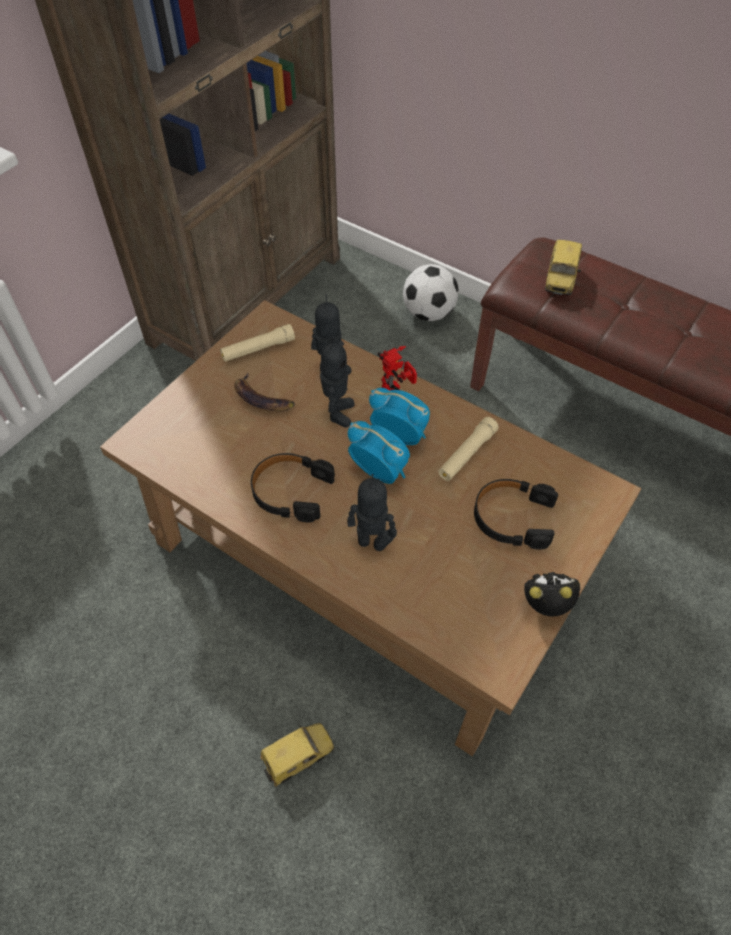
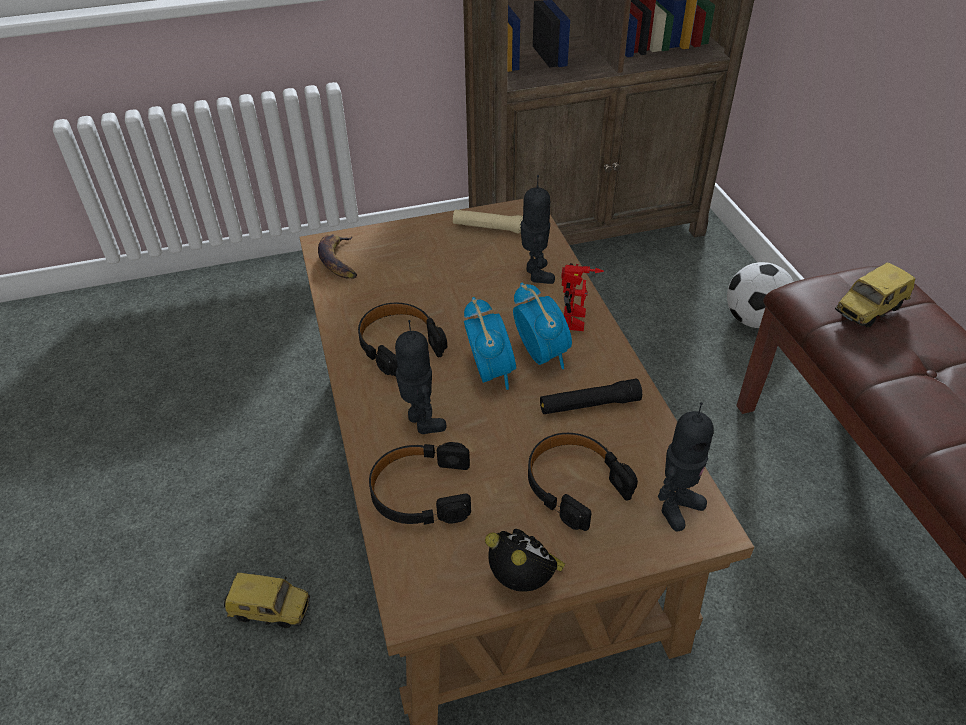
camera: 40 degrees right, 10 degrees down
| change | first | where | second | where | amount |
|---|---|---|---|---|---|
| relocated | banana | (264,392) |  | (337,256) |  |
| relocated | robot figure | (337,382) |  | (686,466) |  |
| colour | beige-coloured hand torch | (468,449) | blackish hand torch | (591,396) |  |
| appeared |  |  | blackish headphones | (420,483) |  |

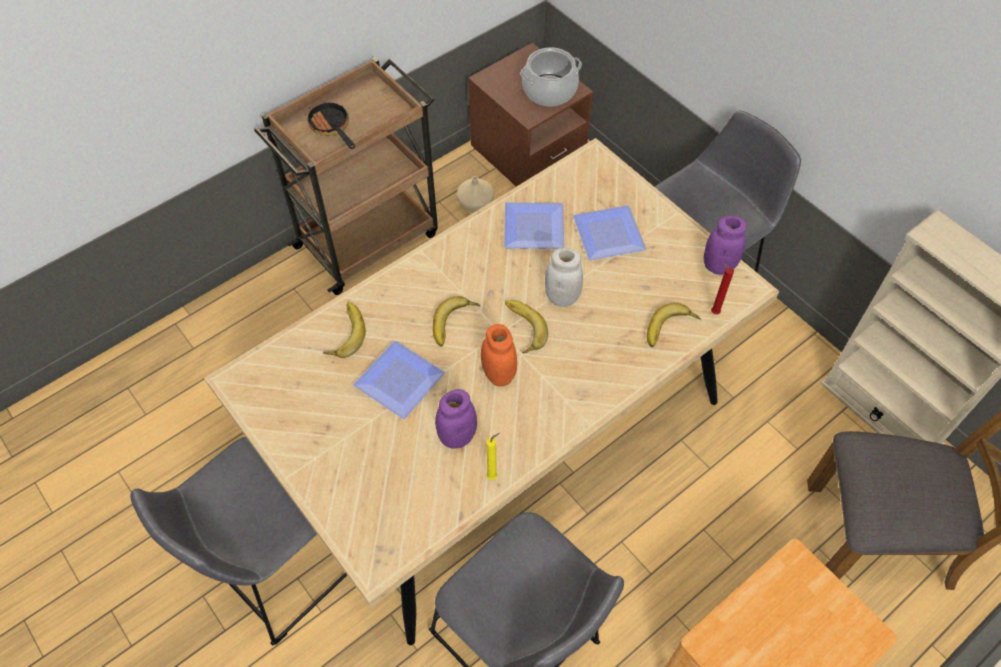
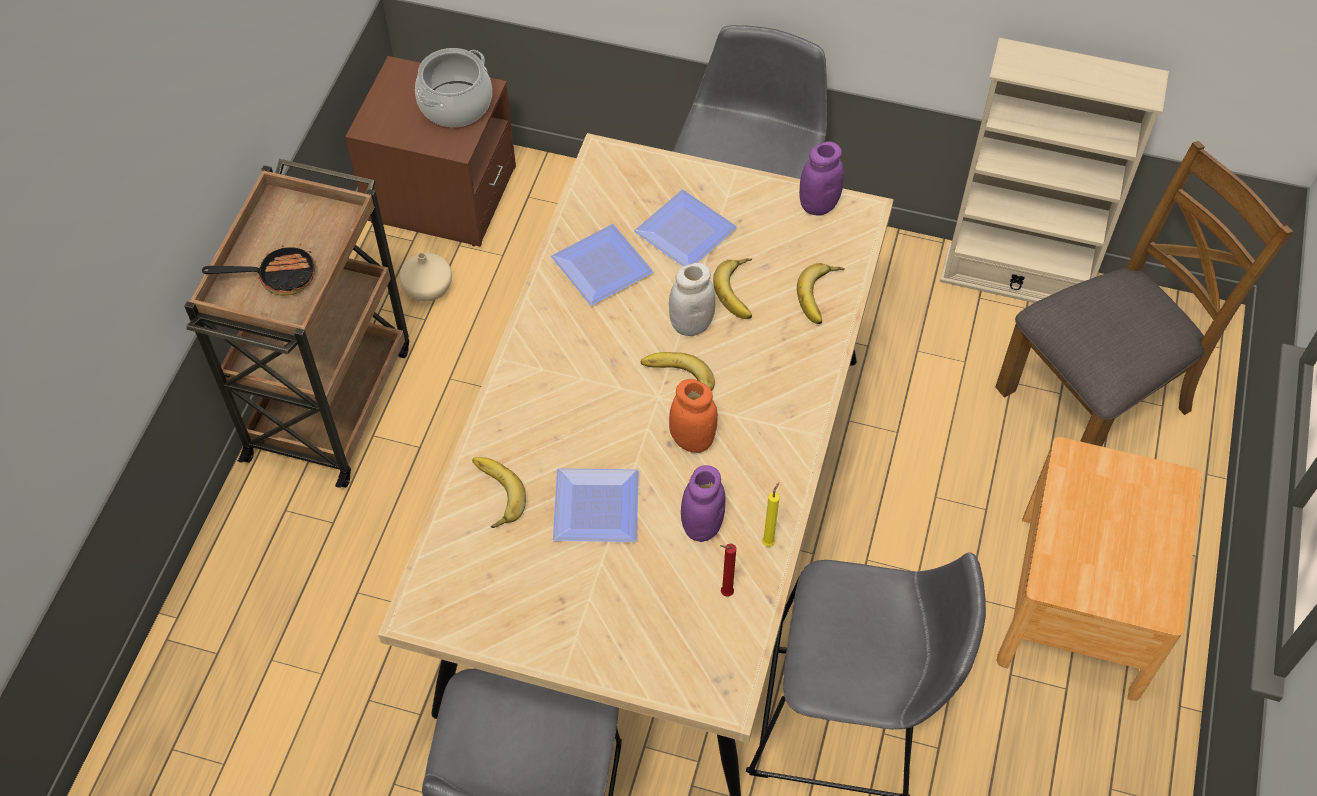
camera: 35 degrees left, 0 degrees up
| change | first | where | second | where | amount |
|---|---|---|---|---|---|
| spun | frying pan | (330,125) |  | (258,270) | 150 degrees clockwise |
| relocated | banana | (456,321) |  | (732,288) |  |
| relocated | red wax candle | (722,288) |  | (728,570) |  |

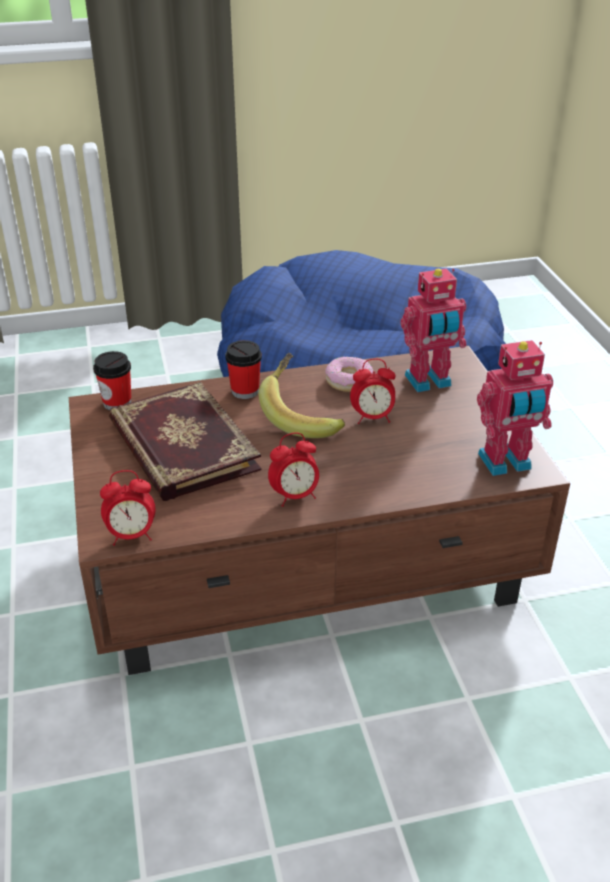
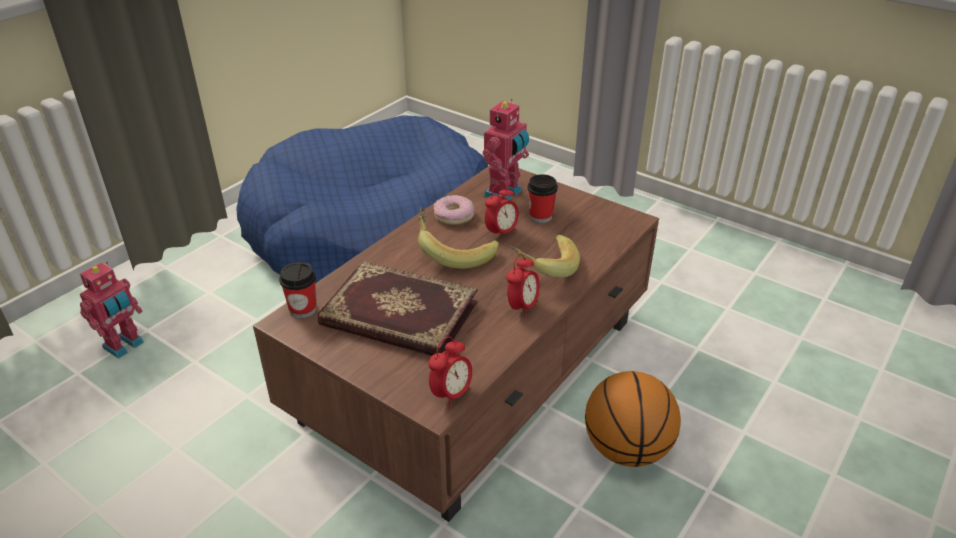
camera: 40 degrees left, 0 degrees up
| change | first | where | second | where | amount |
|---|---|---|---|---|---|
| relocated | drinking cup | (243,369) |  | (543,198) |  |
| relocated | robot figure | (515,408) |  | (112,310) |  |
| appeared |  |  | banana | (544,256) |  |
| appeared |  |  | basketball ball | (633,419) |  |

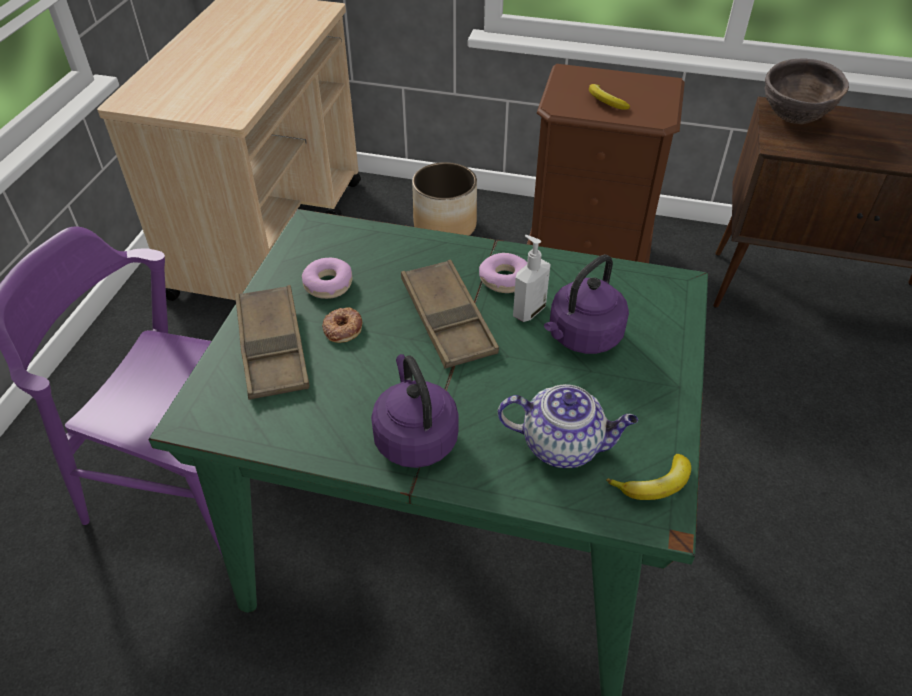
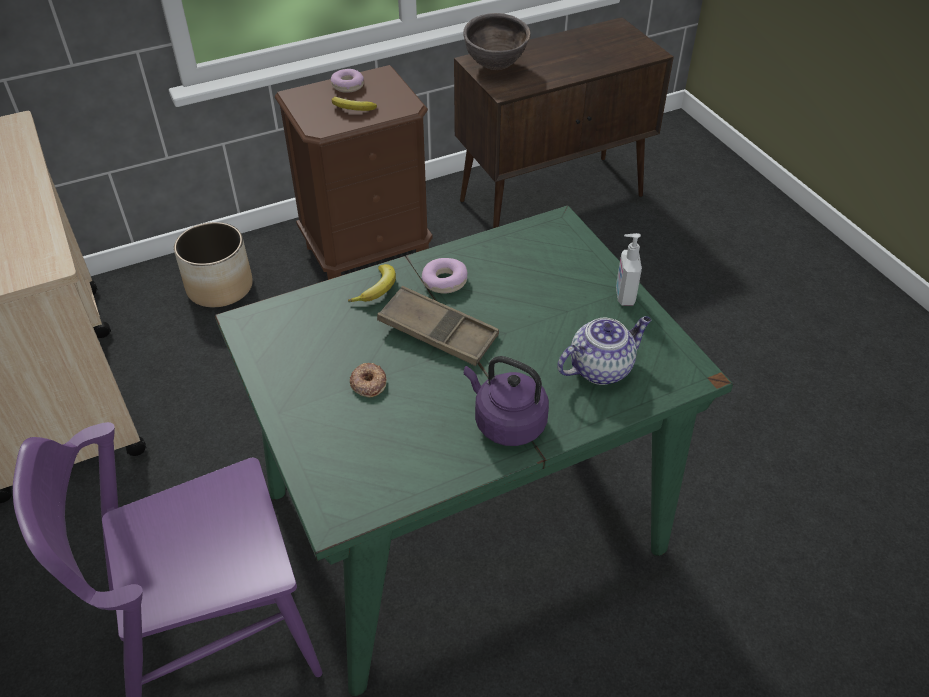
camera: 40 degrees left, 0 degrees up
| change | first | where | second | where | amount |
|---|---|---|---|---|---|
| missing | brown carrying tray | (272,342) |  |  |  |
| relocated | donut | (327,278) |  | (347,81) |  |
| relocated | soap bottle | (532,278) |  | (629,269) |  |
| missing | purple-coloured kettle | (586,304) |  |  |  |
| relocated | banana | (648,477) |  | (372,283) |  |

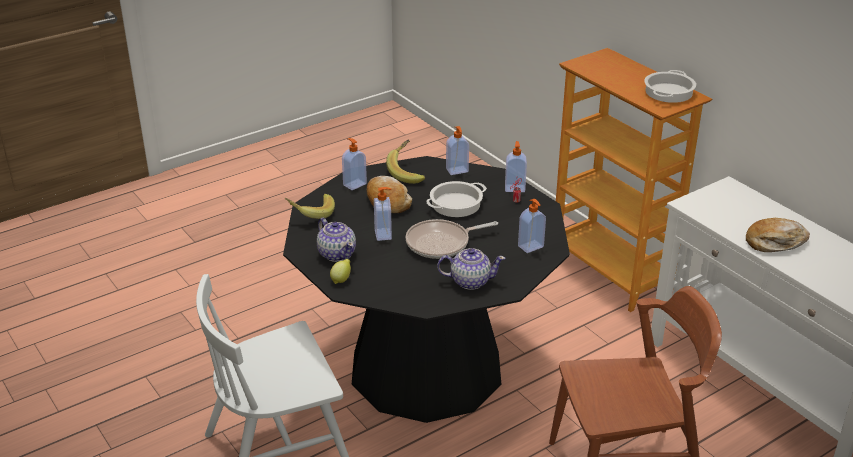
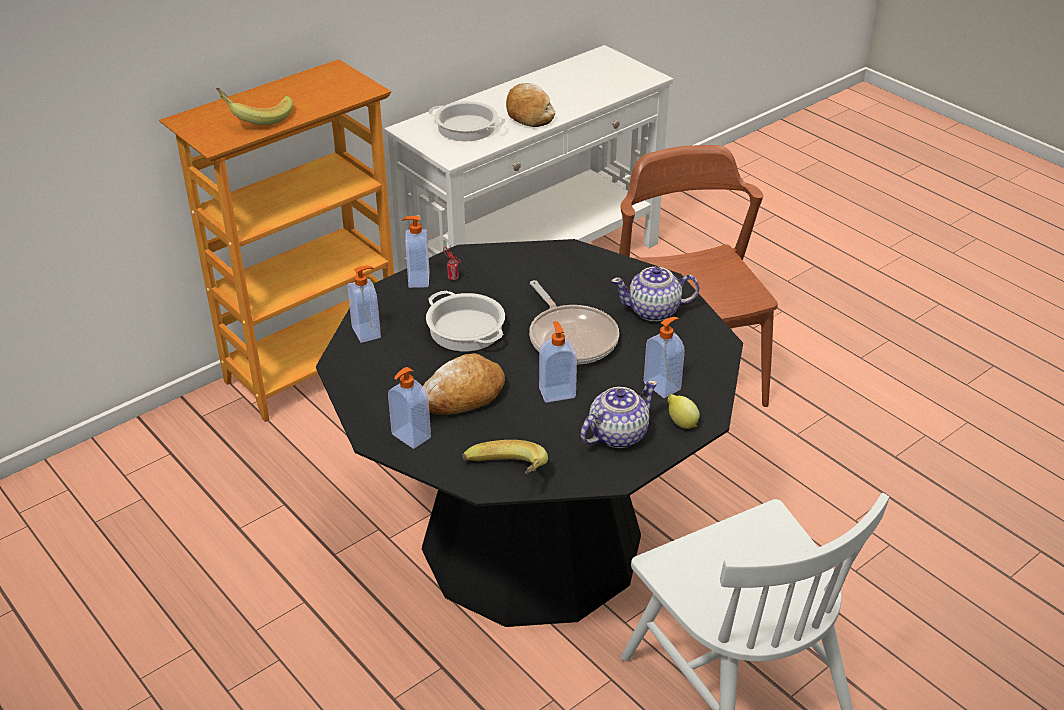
camera: 95 degrees left, 5 degrees up
| change | first | where | second | where | amount |
|---|---|---|---|---|---|
| relocated | banana | (405,162) |  | (254,106) |  |
| spun | pot for tea | (471,269) |  | (655,294) | 90 degrees counterclockwise |
| relocated | soap bottle | (532,226) |  | (664,357) |  |
| relocated | stockpot | (670,86) |  | (467,121) |  |

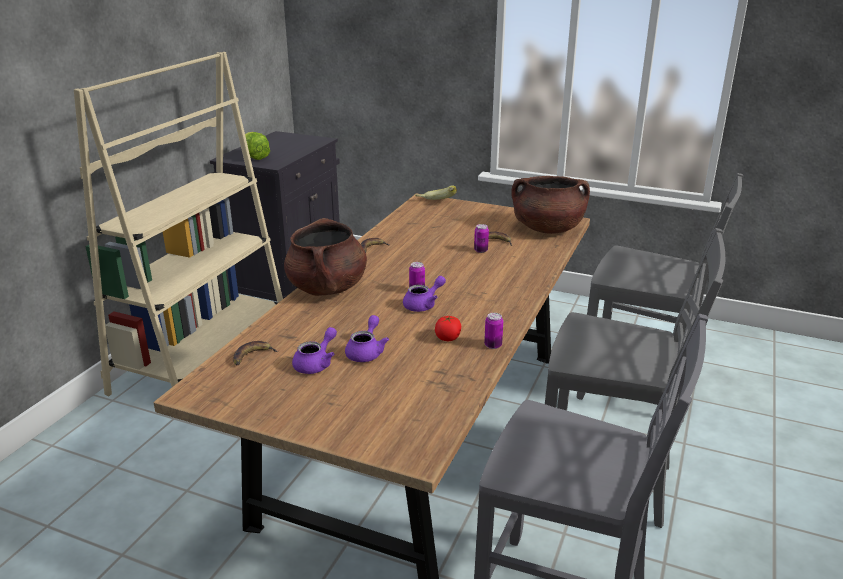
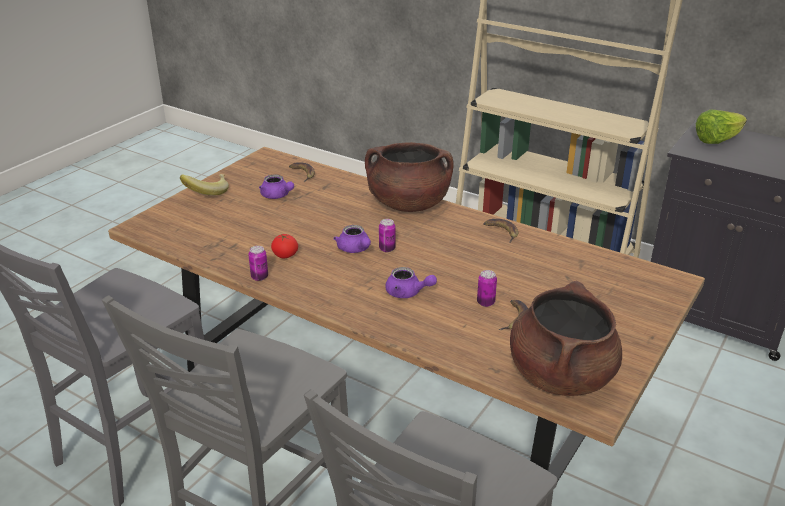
camera: 100 degrees right, 5 degrees up
| change | first | where | second | where | amount |
|---|---|---|---|---|---|
| relocated | purple-coloured pot for tea | (367,338) |  | (411,282) |  |
| relocated | banana | (436,192) |  | (204,185) |  |

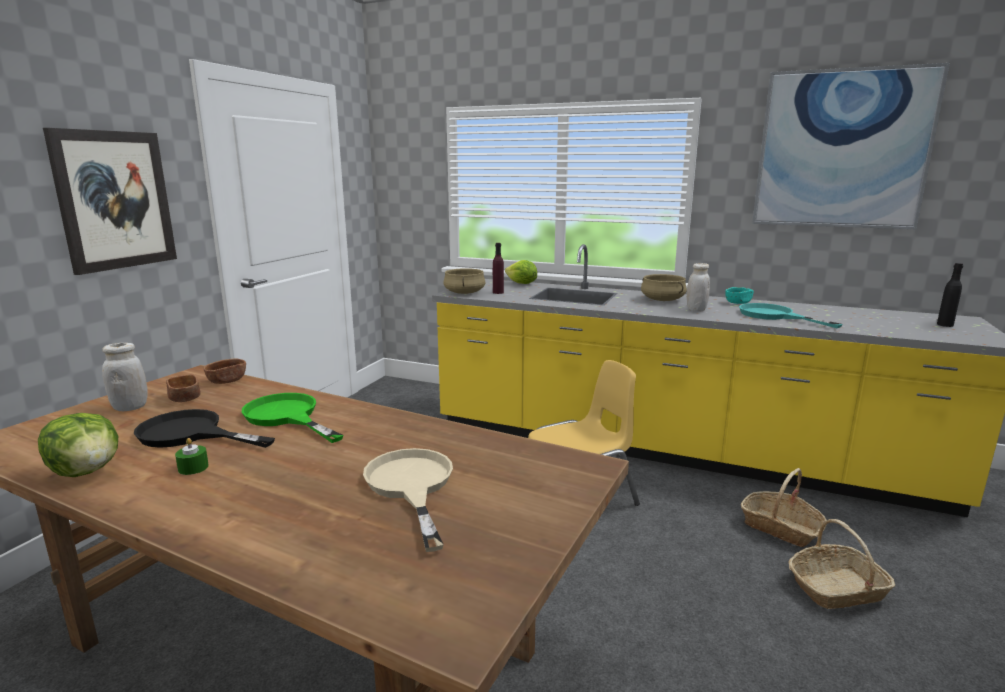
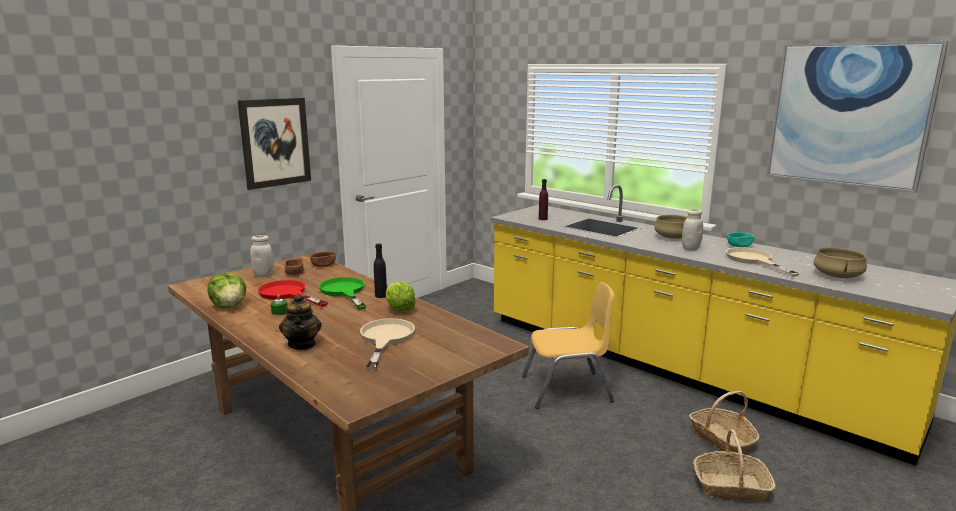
camera: 20 degrees right, 0 degrees up
| change | first | where | second | where | amount |
|---|---|---|---|---|---|
| colour | blackish frying pan | (204,428) | red frying pan | (293,293) |  |
| relocated | beige-coloured stockpot | (464,281) |  | (840,262) |  |
| relocated | lettuce | (521,272) |  | (401,297) |  |
| colour | turquoise-coloured frying pan | (791,315) | beige-coloured frying pan | (763,262) |  |
| relocated | blackish bottle | (950,295) |  | (380,271) |  |
| appeared |  |  | pot for tea | (300,322) |  |

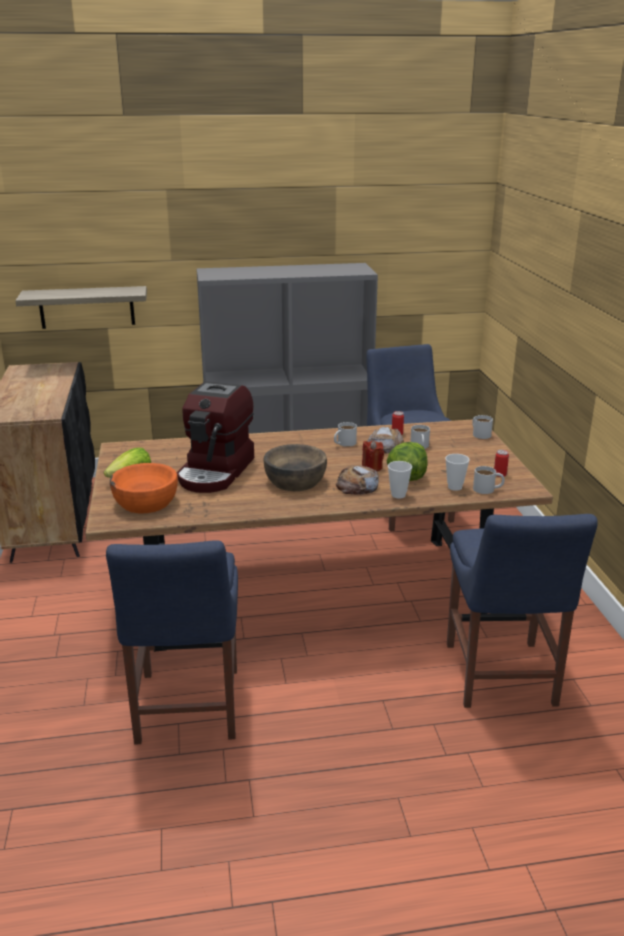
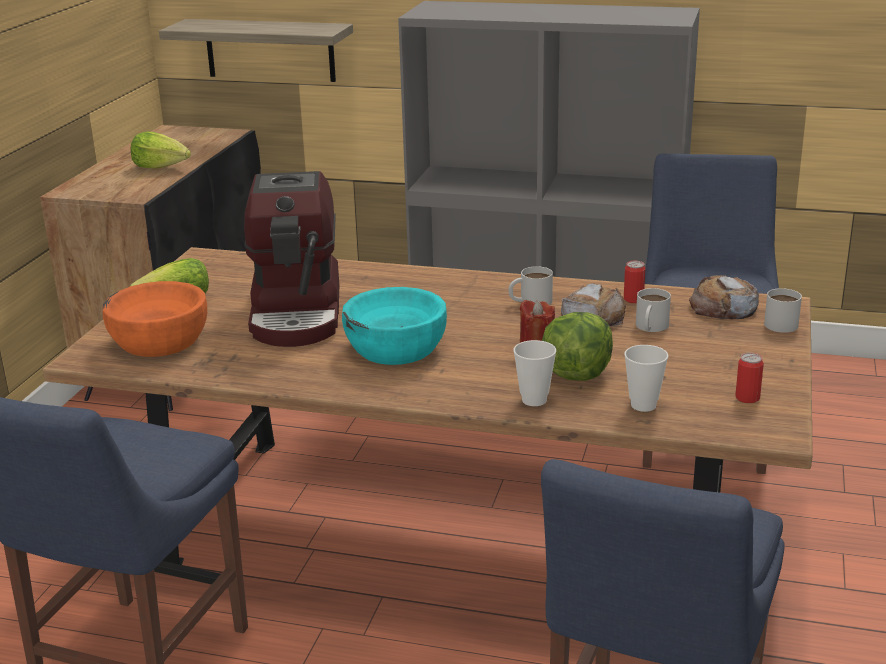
camera: 25 degrees right, 0 degrees up
| change | first | where | second | where | amount |
|---|---|---|---|---|---|
| spun | coffee machine | (215,437) |  | (291,259) | 45 degrees counterclockwise |
| colour | brown serving bowl | (295,467) | turquoise-coloured serving bowl | (394,326) |  |
| relocated | bakery bread | (357,479) |  | (724,297) |  |
| missing | white coffee mug | (489,480) |  |  |  |
| appeared |  |  | lettuce | (161,150) |  |

